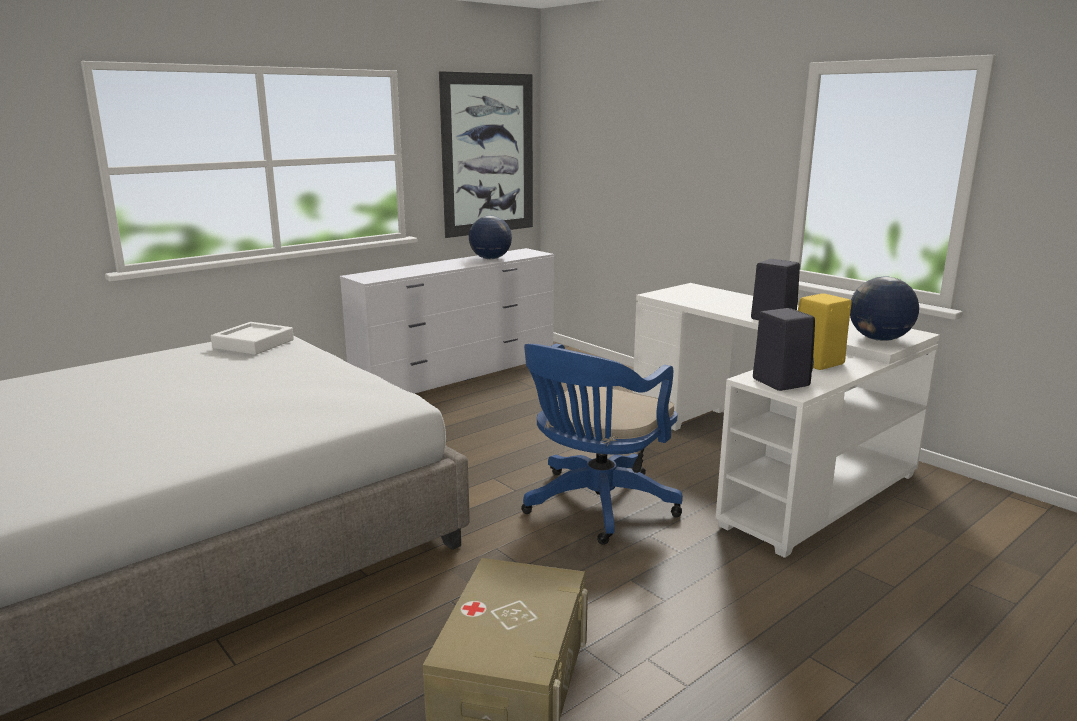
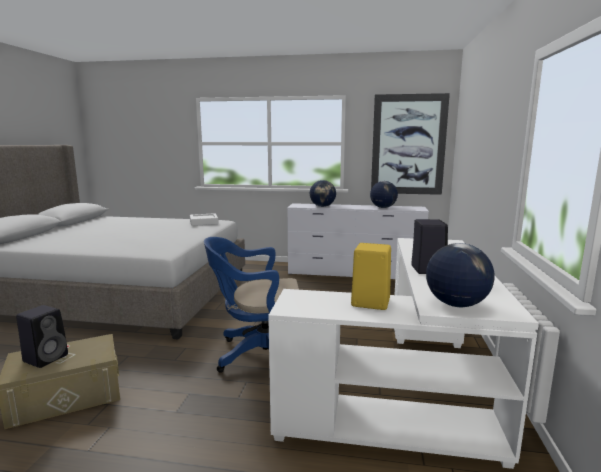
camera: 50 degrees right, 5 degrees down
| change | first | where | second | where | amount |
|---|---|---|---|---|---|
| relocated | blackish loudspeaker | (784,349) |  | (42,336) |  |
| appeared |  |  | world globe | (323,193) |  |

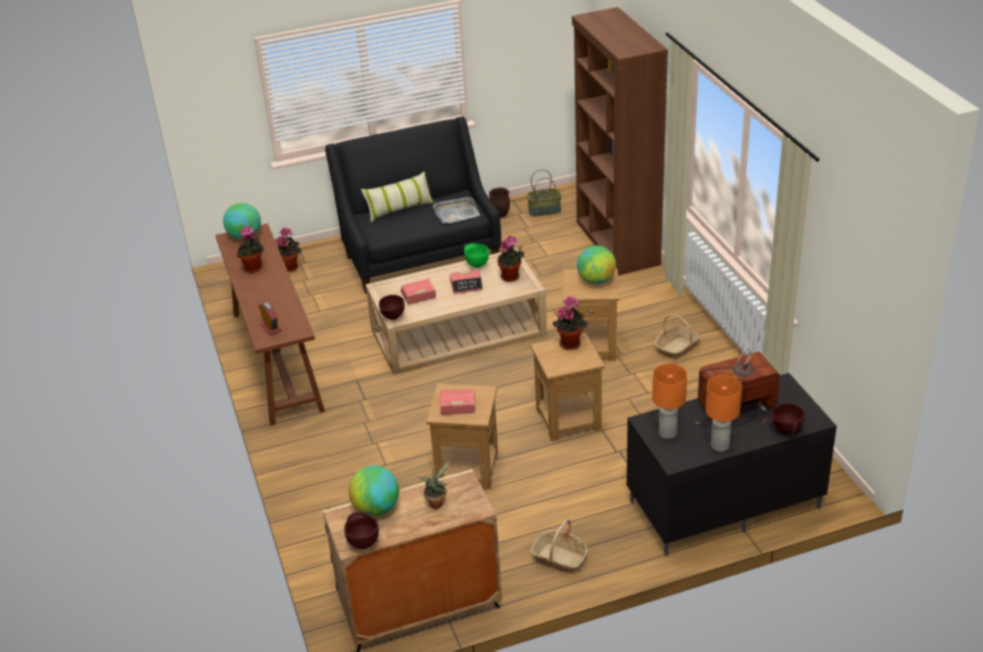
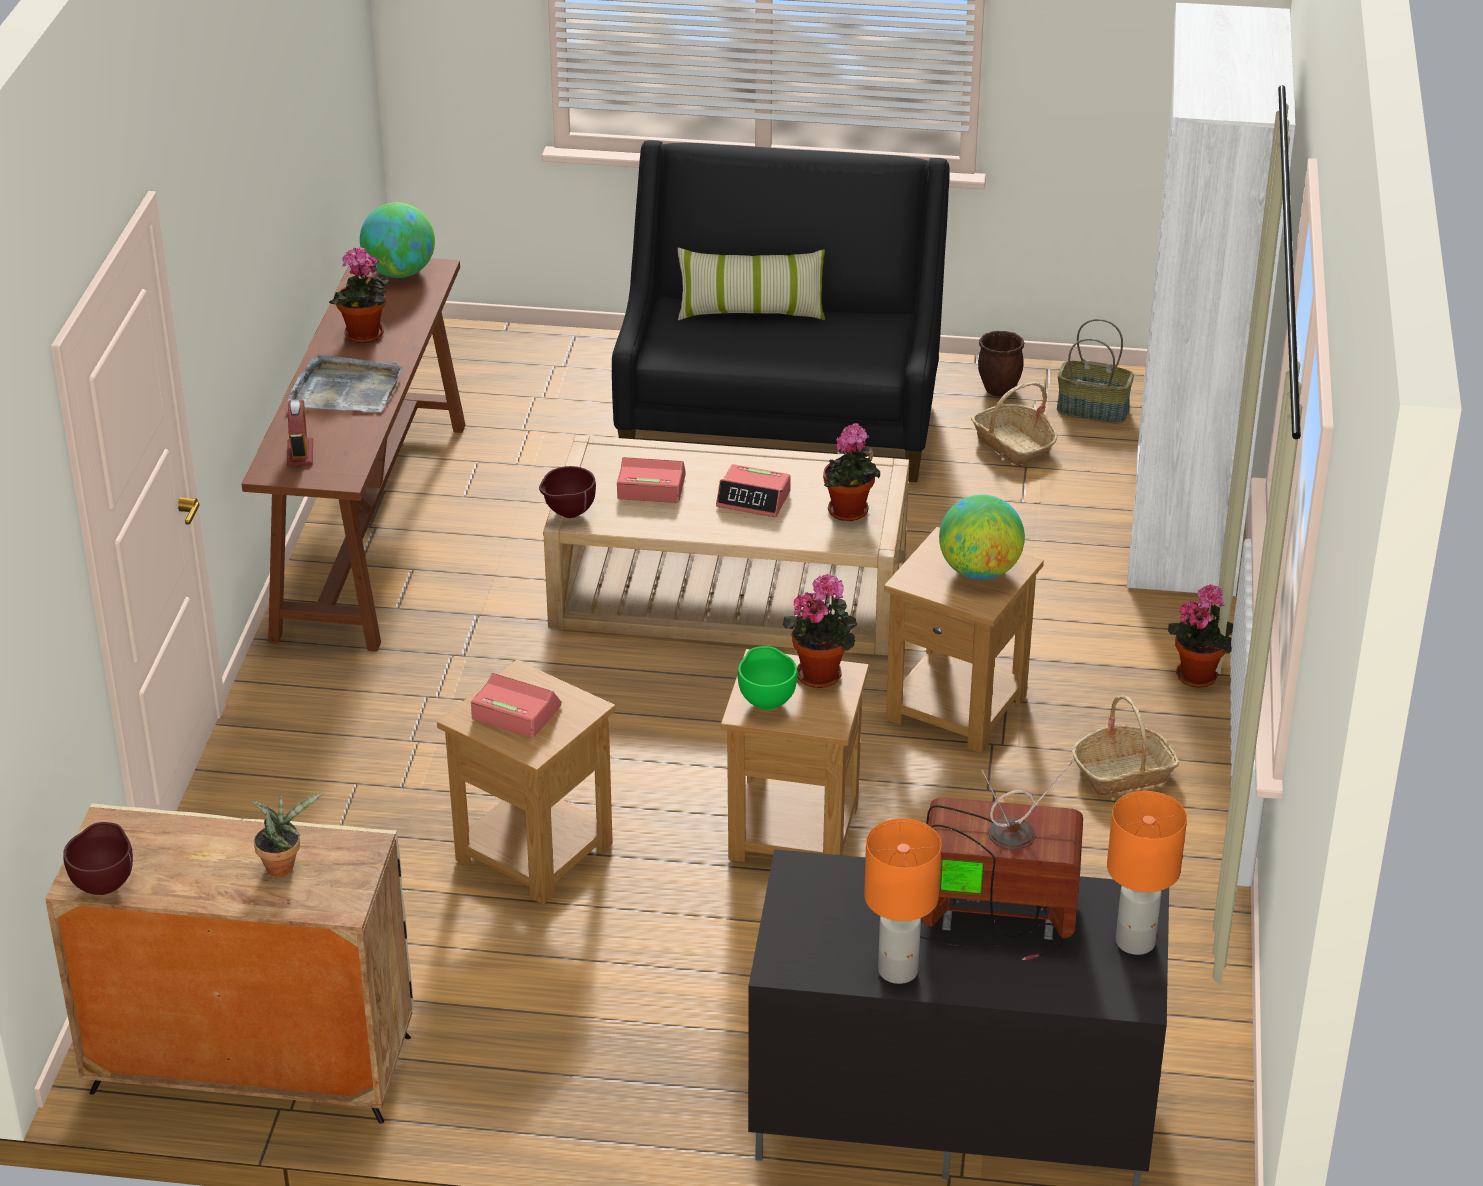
camera: 25 degrees right, 0 degrees up
| change | first | where | second | where | amount |
|---|---|---|---|---|---|
| relocated | potted plant | (288,250) |  | (1200,636) |  |
| missing | world globe | (374,490) |  |  |  |
| relocated | greyish carrying tray | (456,210) |  | (345,383) |  |
| relocated | greenish serving bowl | (476,255) |  | (768,678) |  |
| relocated | basket | (559,546) |  | (1014,423) |  |
| colour | brown bookshelf | (620,141) | white bookshelf | (1211,299) |  |
| relocated | orange-coloured table lamp | (669,401) |  | (1147,873) |  |
| missing | brown serving bowl | (787,418) |  |  |  |

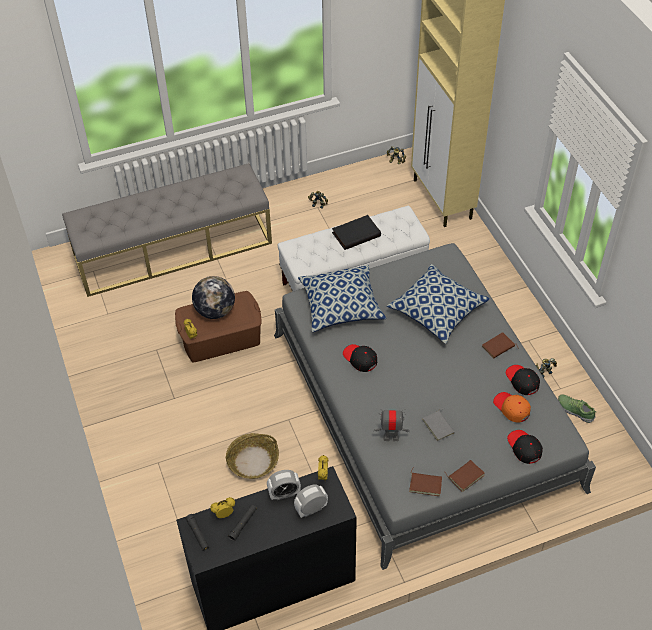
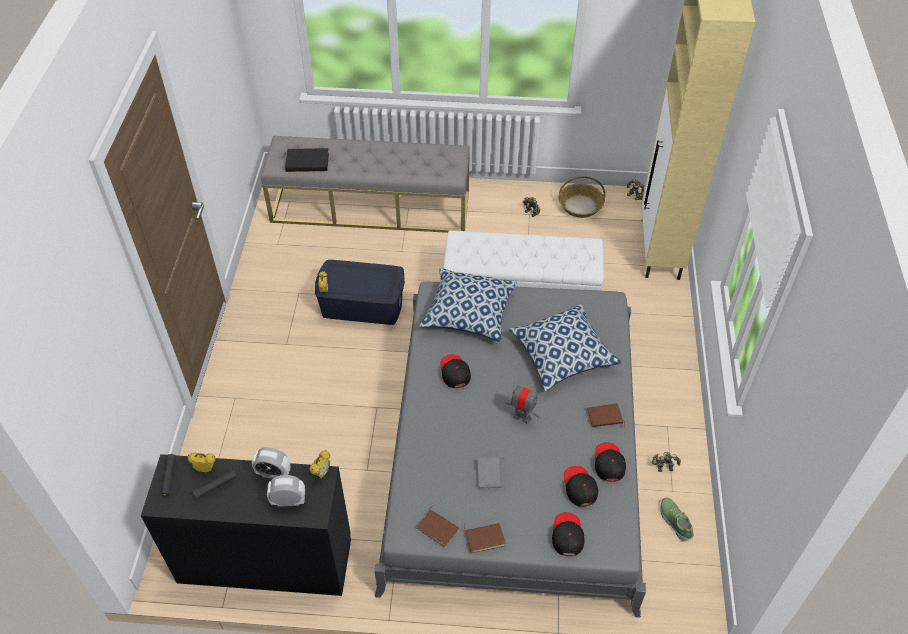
camera: 25 degrees right, 0 degrees up
| change | first | where | second | where | amount |
|---|---|---|---|---|---|
| colour | brown storage bin | (218,326) | blue storage bin | (360,292) |  |
| missing | world globe | (213,297) |  |  |  |
| relocated | basket | (252,456) |  | (582,197) |  |
| relocated | blackish book | (356,232) |  | (307,160) |  |
| relocated | robot figure | (392,425) |  | (523,403) |  |
| colour | orange-coloured peaked cap | (512,407) | blackish peaked cap | (581,486) |  |

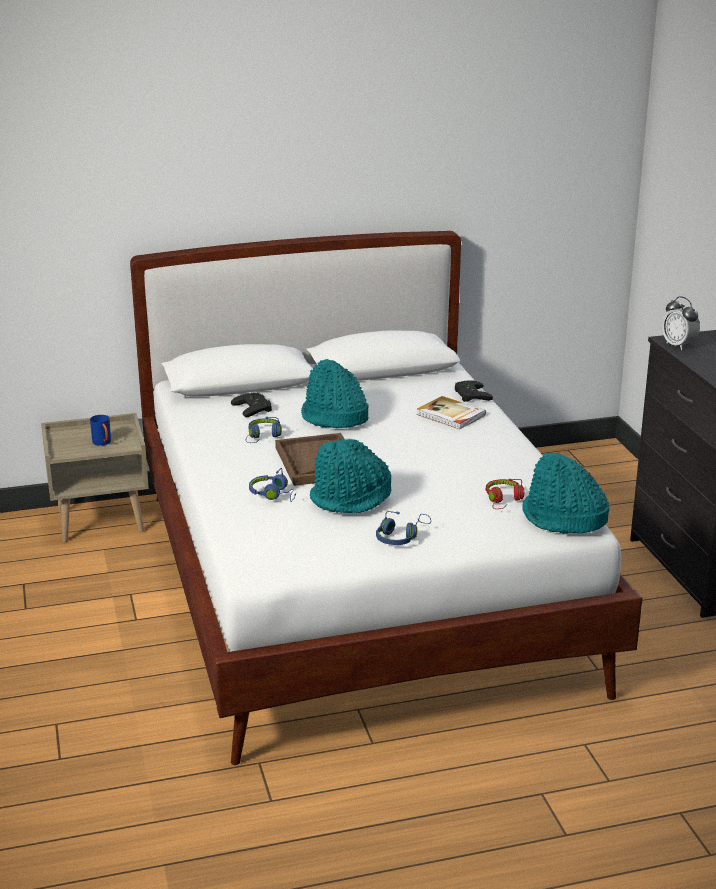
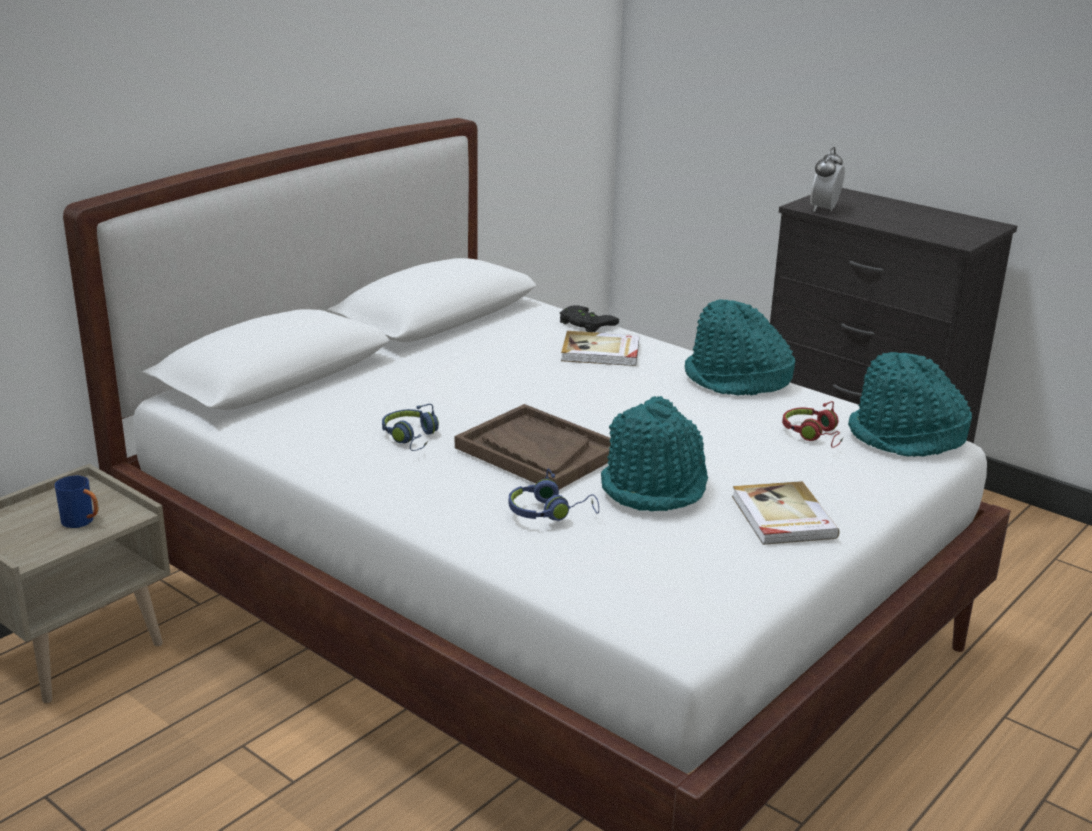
camera: 35 degrees left, 0 degrees up
| change | first | where | second | where | amount |
|---|---|---|---|---|---|
| missing | blackish joypad | (251,405) |  |  |  |
| relocated | turquoise-coloured wearable hat | (334,393) |  | (740,347) |  |
| exchanged | blue headphones | (403,528) | book | (786,513) |  |
| spun | table clock | (681,323) |  | (827,179) | 90 degrees clockwise |

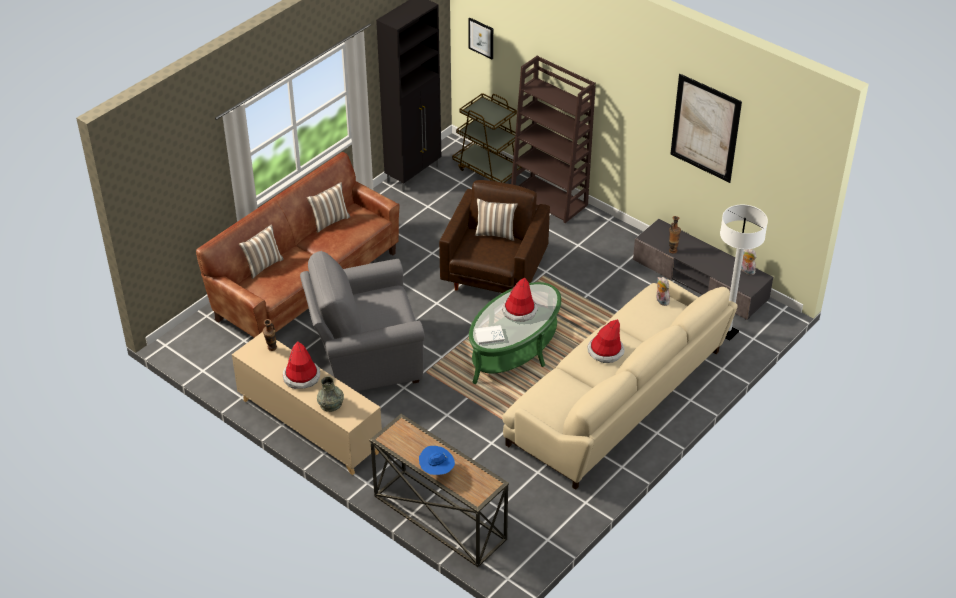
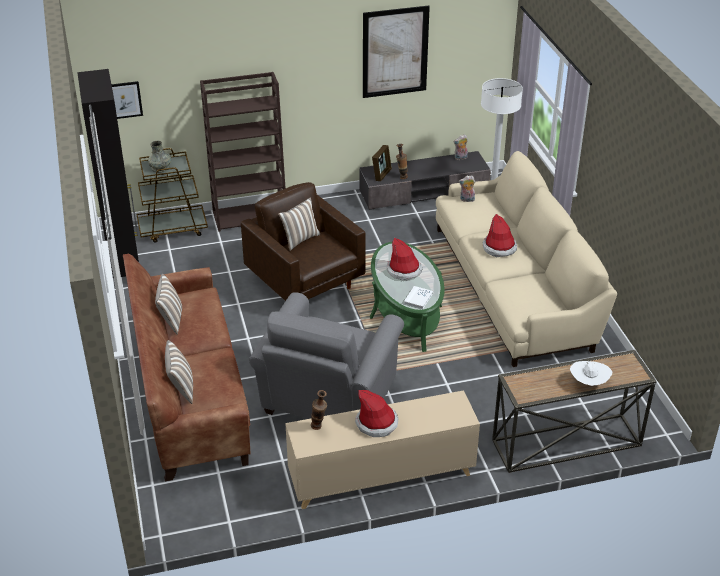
camera: 55 degrees left, 5 degrees down
| change | first | where | second | where | amount |
|---|---|---|---|---|---|
| relocated | greyish decorative vase | (330,394) |  | (159,157) |  |
| colour | blue wearable hat | (437,460) | white wearable hat | (591,373) |  |
| appeared |  |  | standing frame | (382,163) |  |

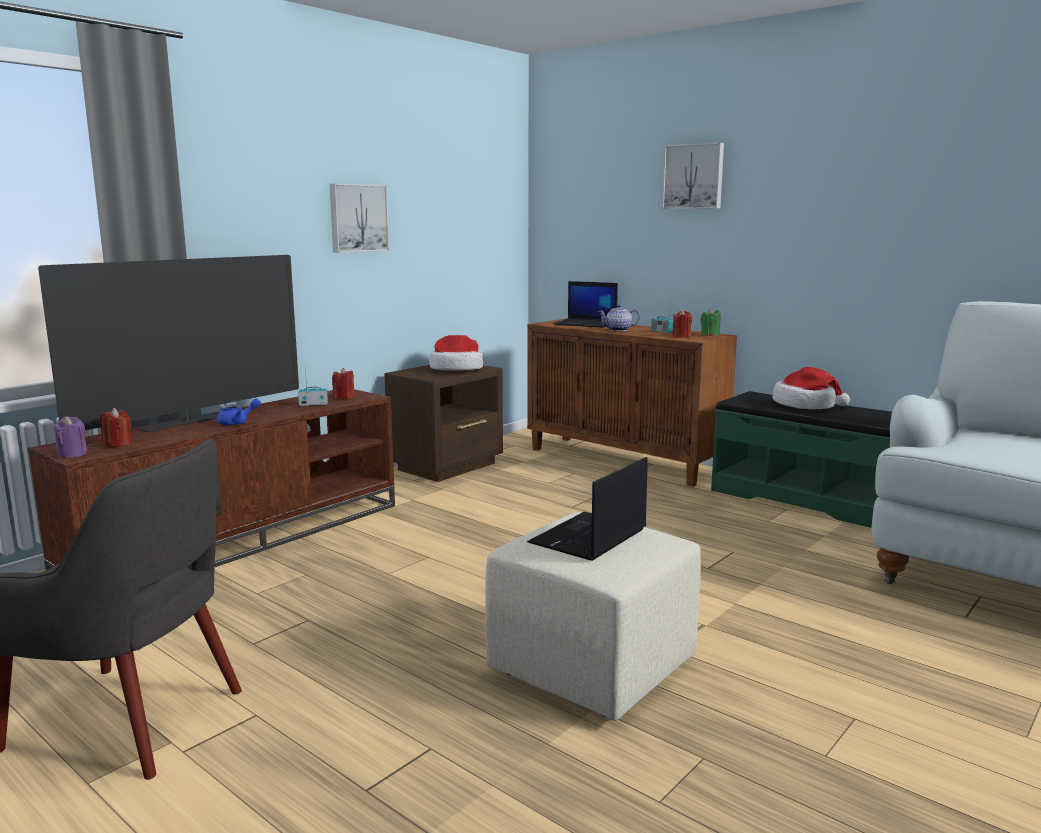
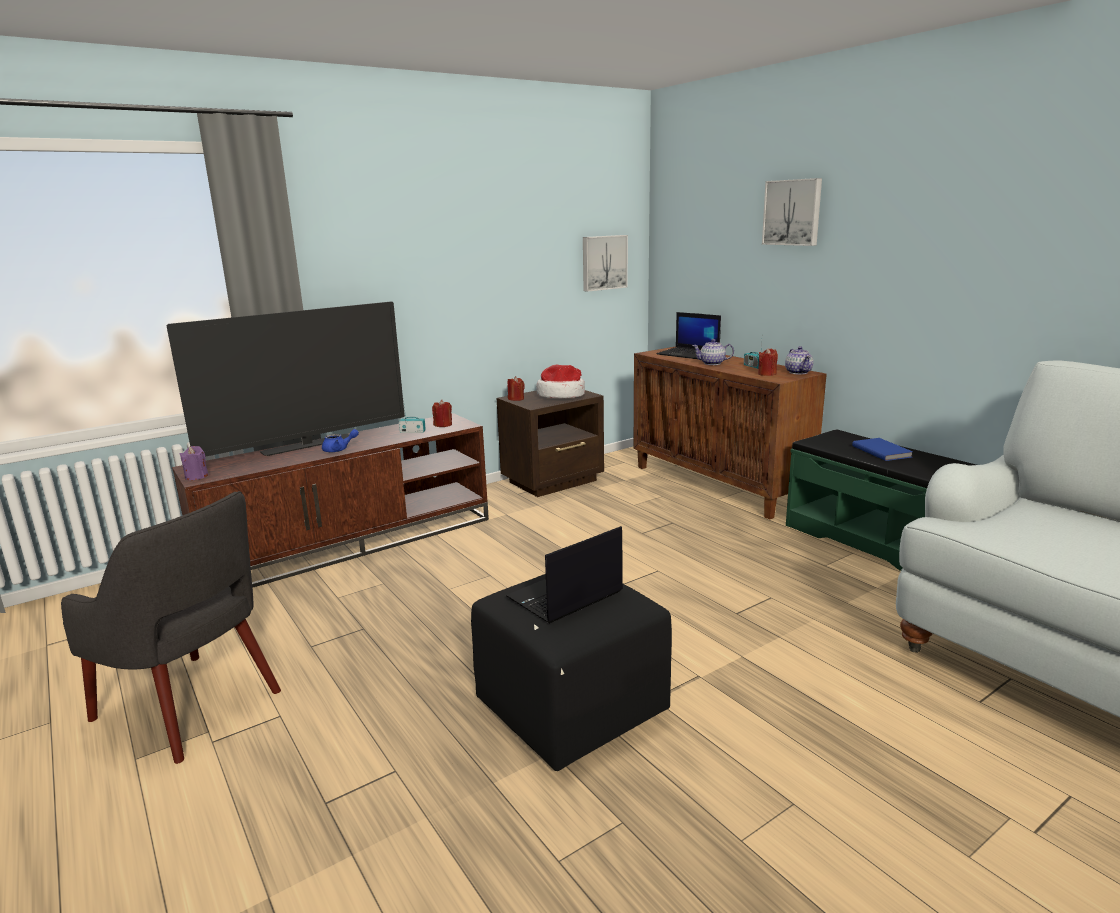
camera: 15 degrees right, 5 degrees up
| change | first | where | second | where | amount |
|---|---|---|---|---|---|
| relocated | red wax candle | (116,427) |  | (516,388) |  |
| relocated | wall picture | (359,218) |  | (605,263) |  |
| colour | beige-coloured pouffe | (593,616) | blackish pouffe | (571,672) |  |
| exchanged | greenish wax candle | (711,322) | pot for tea | (799,360) |  |
| exchanged | wearable hat | (811,388) | blue book | (882,449) |  |

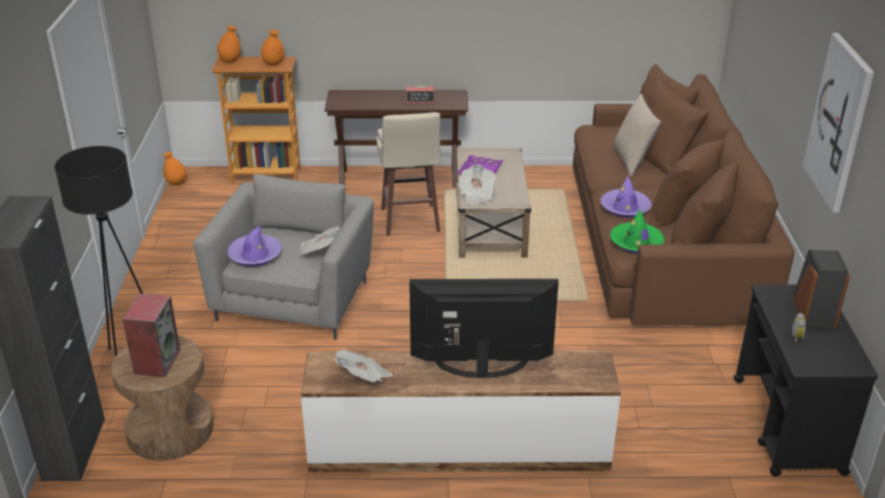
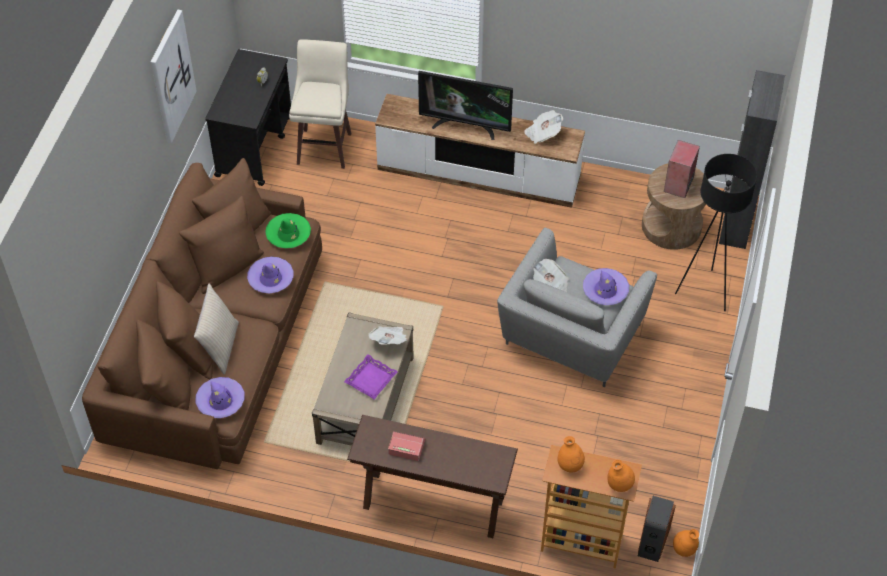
camera: 165 degrees left, 20 degrees up
| change | first | where | second | where | amount |
|---|---|---|---|---|---|
| relocated | beige-coloured stool | (408,174) |  | (320,104) |  |
| relocated | loudspeaker | (821,289) |  | (657,529) |  |
| appeared |  |  | purple-coloured wearable hat | (220,397) |  |

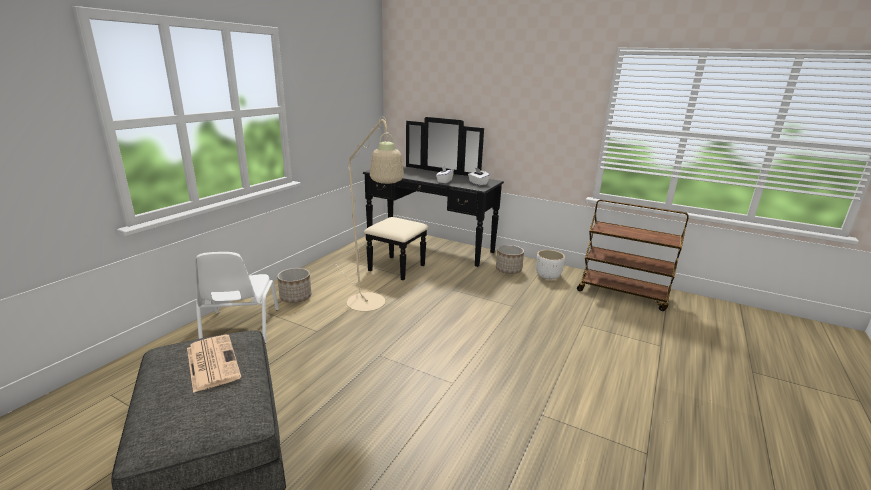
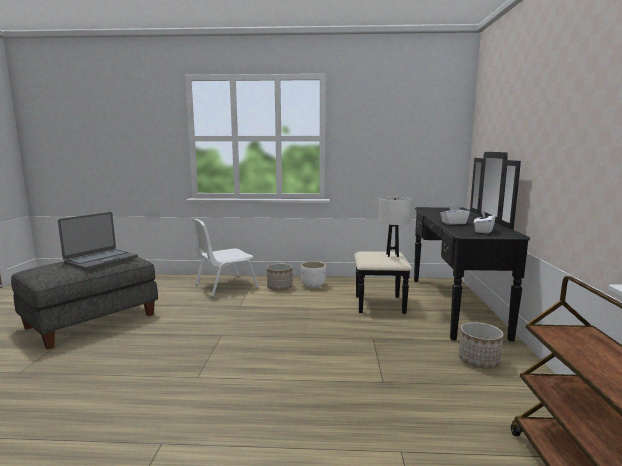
camera: 65 degrees right, 10 degrees down
| change | first | where | second | where | amount |
|---|---|---|---|---|---|
| exchanged | daily paper | (214,364) | portable computer | (98,241) |  |
| missing | beige-coloured standing lamp | (369,214) |  |  |  |
| relocated | white flower pot | (550,265) |  | (313,274) |  |
| appeared |  |  | white table lamp | (394,227) |  |

